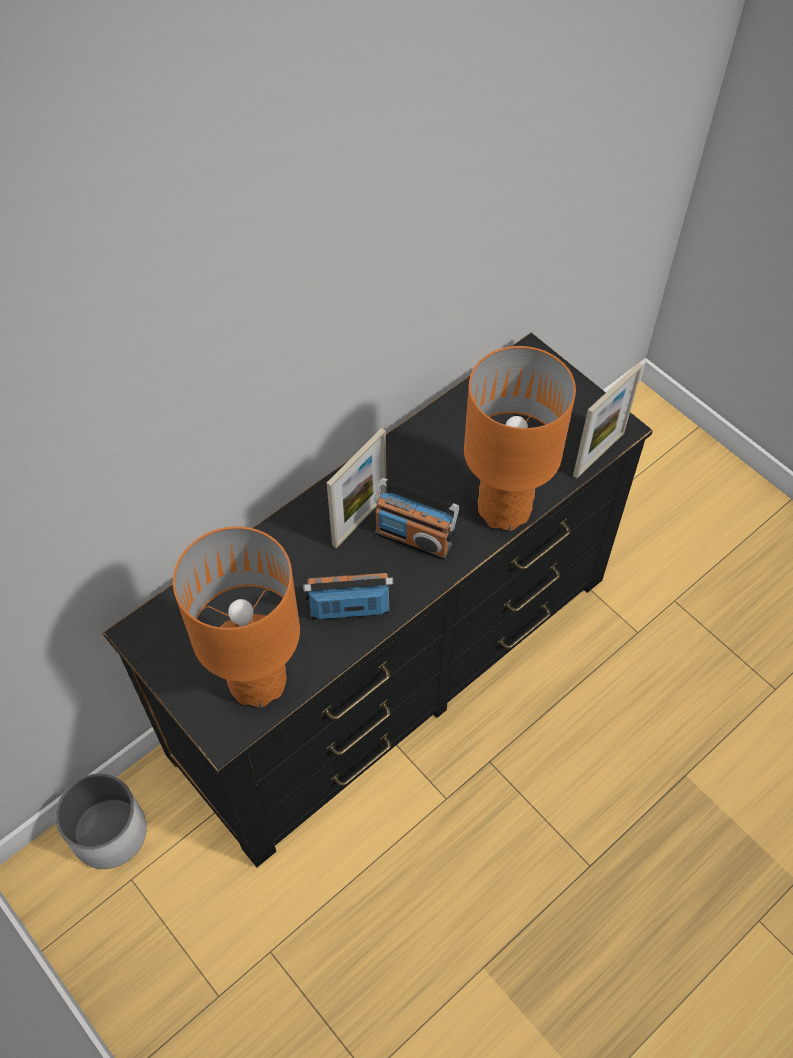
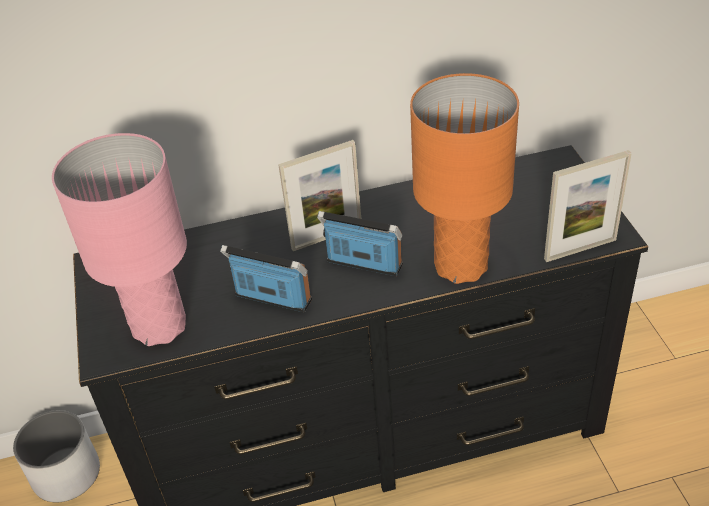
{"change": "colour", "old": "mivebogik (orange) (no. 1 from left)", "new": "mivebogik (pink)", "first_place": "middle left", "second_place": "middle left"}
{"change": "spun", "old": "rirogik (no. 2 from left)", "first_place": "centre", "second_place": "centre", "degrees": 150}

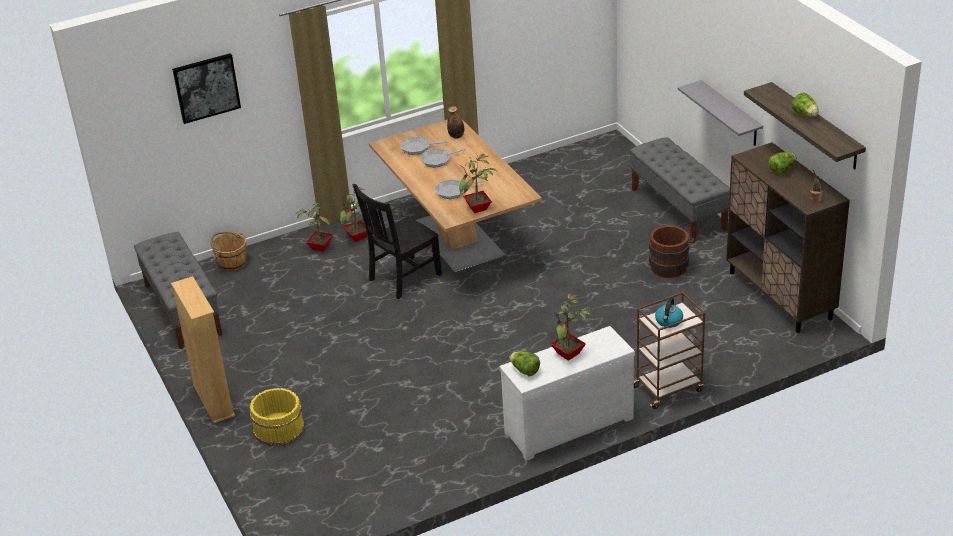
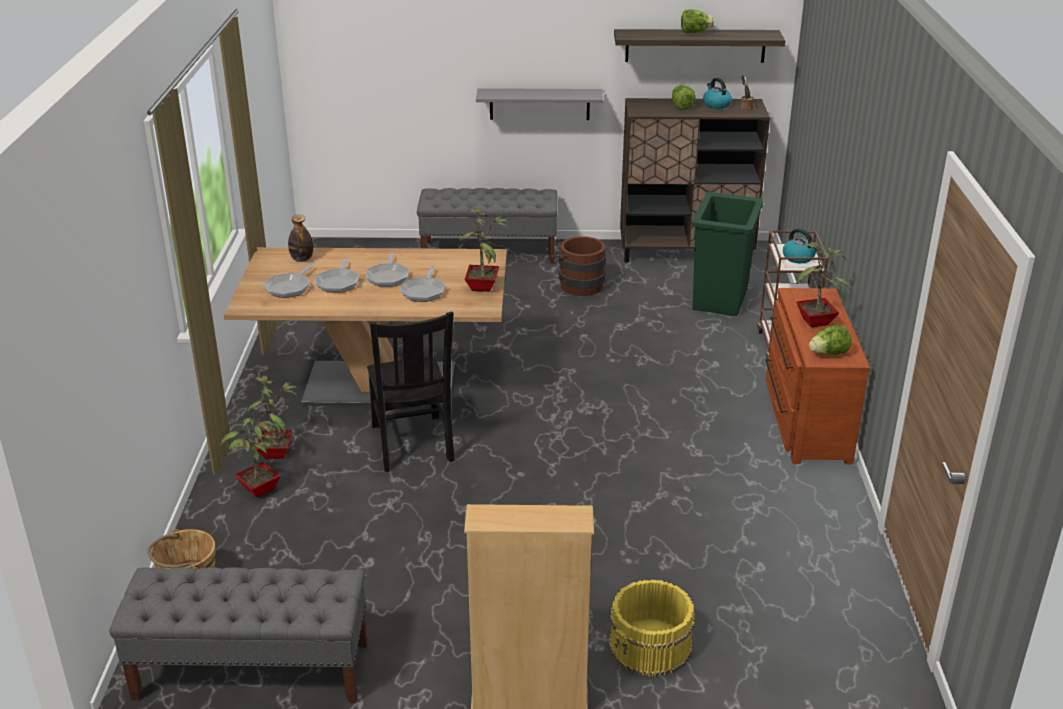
{"change": "appeared", "new": "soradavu (no. 3 from left)", "second_place": "centre"}
{"change": "appeared", "new": "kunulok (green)", "second_place": "middle right"}
{"change": "appeared", "new": "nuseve (no. 1 from left)", "second_place": "top right"}
{"change": "colour", "old": "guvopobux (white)", "new": "guvopobux (brown)", "first_place": "bottom centre", "second_place": "middle right"}
{"change": "missing", "old": "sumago", "first_place": "top left"}

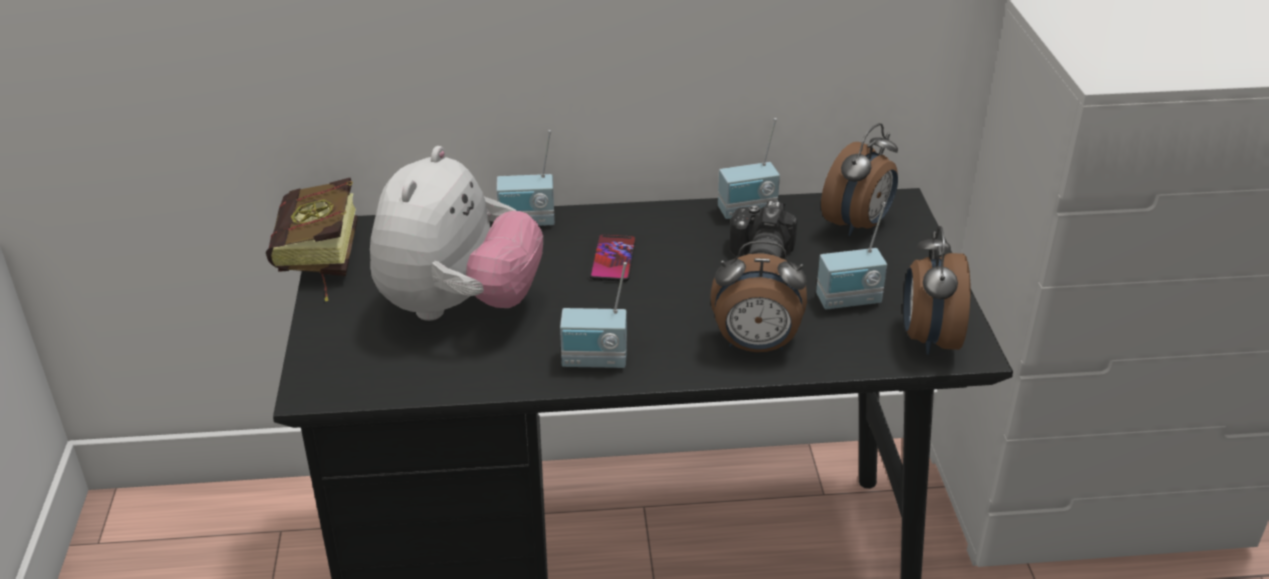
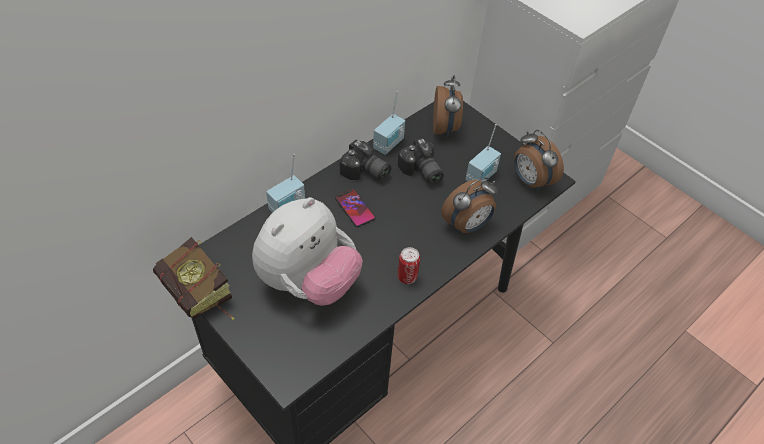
{"change": "spun", "old": "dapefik", "first_place": "centre", "second_place": "centre", "degrees": 60}
{"change": "appeared", "new": "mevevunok (no. 1 from left)", "second_place": "centre"}
{"change": "exchanged", "old": "rirogik (no. 2 from left)", "new": "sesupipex", "first_place": "centre", "second_place": "centre"}

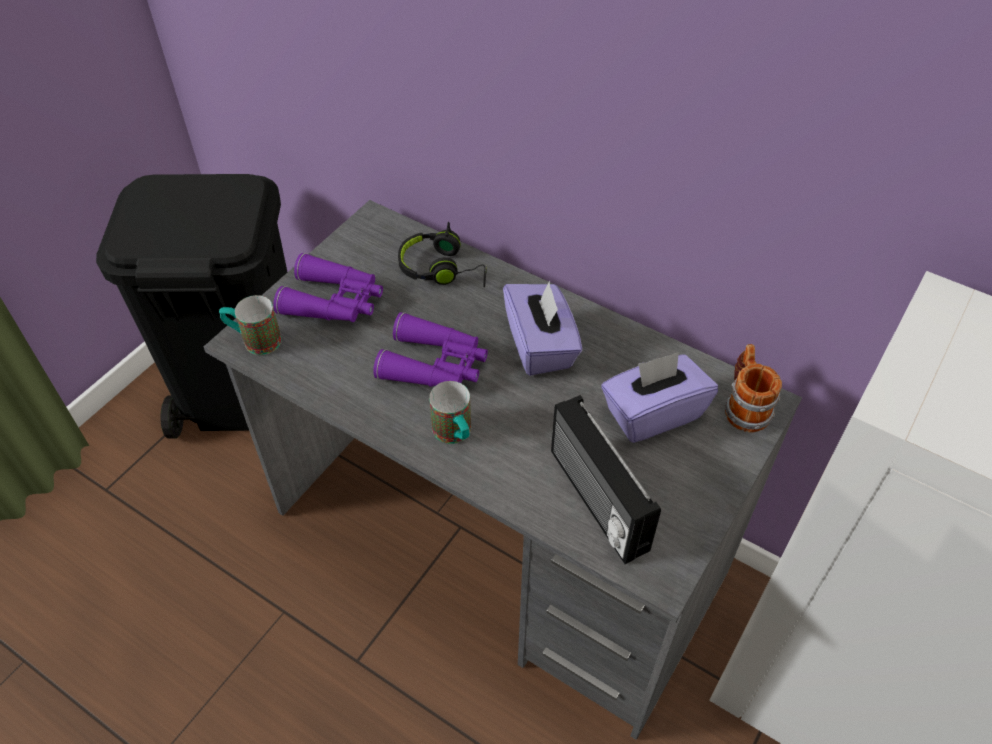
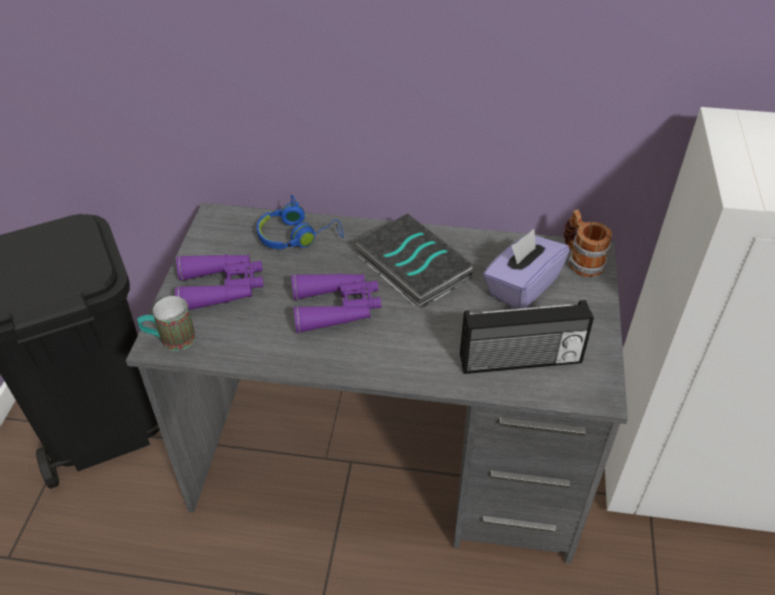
{"change": "colour", "old": "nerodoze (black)", "new": "nerodoze (blue)", "first_place": "centre", "second_place": "centre"}
{"change": "exchanged", "old": "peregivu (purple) (no. 1 from left)", "new": "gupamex", "first_place": "centre", "second_place": "centre"}
{"change": "spun", "old": "rirogik", "first_place": "centre", "second_place": "middle right", "degrees": -45}
{"change": "missing", "old": "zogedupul (no. 2 from left)", "first_place": "centre"}

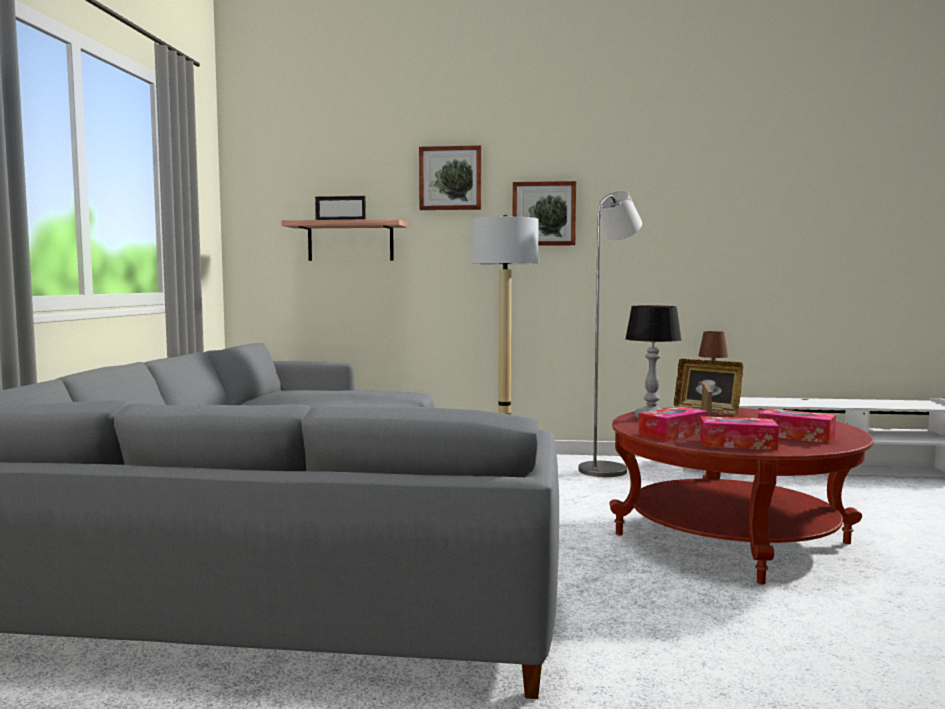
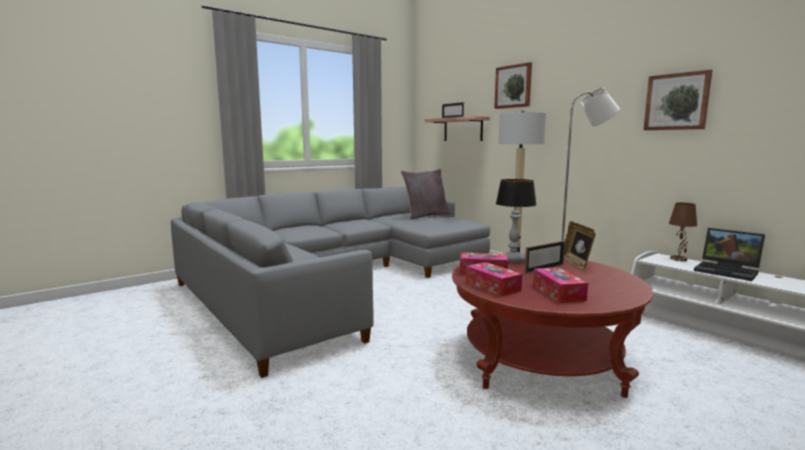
{"change": "appeared", "new": "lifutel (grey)", "second_place": "centre"}
{"change": "relocated", "old": "sumago (no. 2 from left)", "first_place": "top centre", "second_place": "top right"}
{"change": "appeared", "new": "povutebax", "second_place": "middle right"}

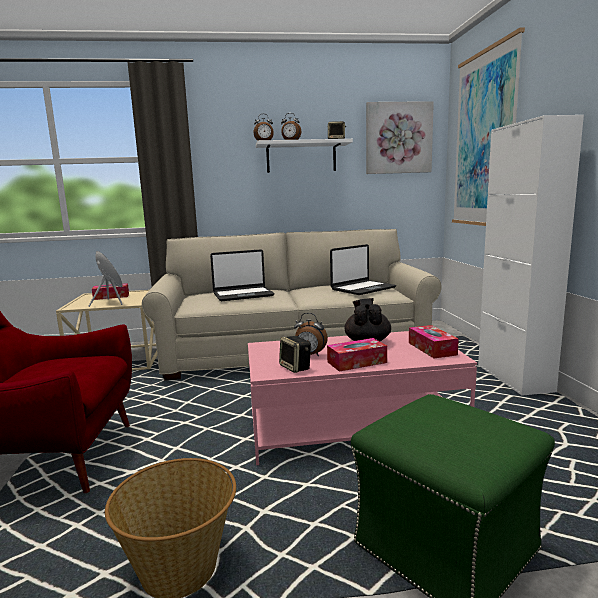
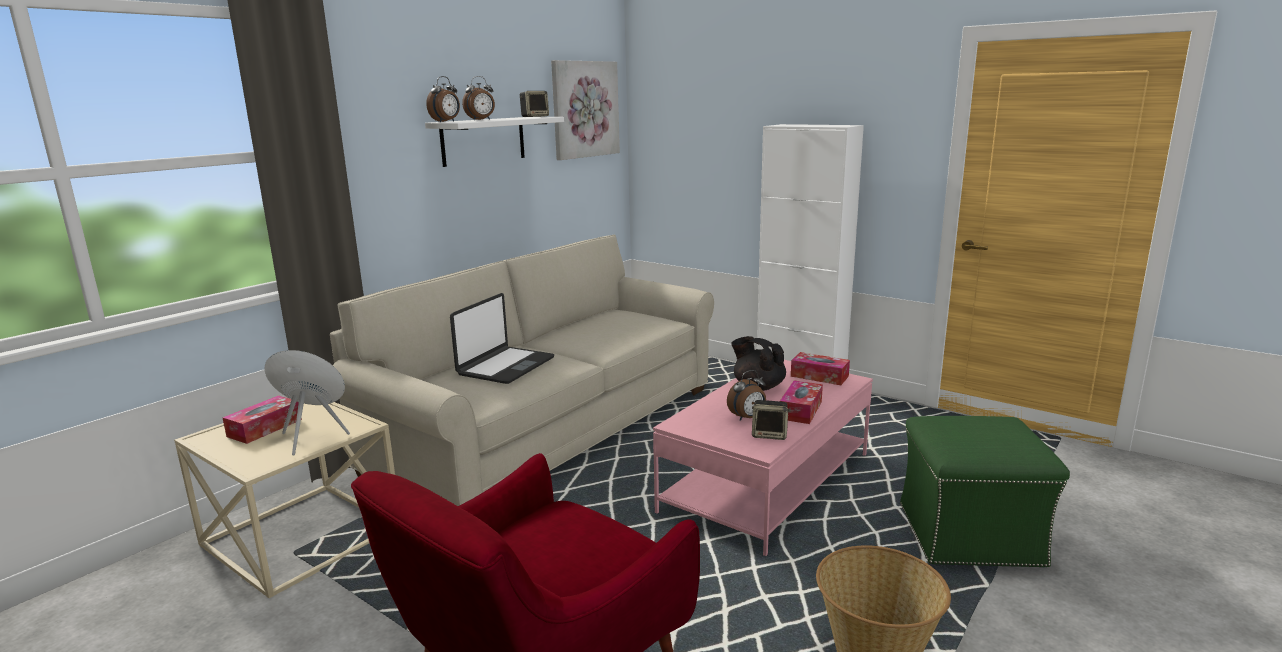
{"change": "missing", "old": "povutebax (no. 2 from left)", "first_place": "centre"}
{"change": "missing", "old": "sumago (no. 2 from left)", "first_place": "top right"}

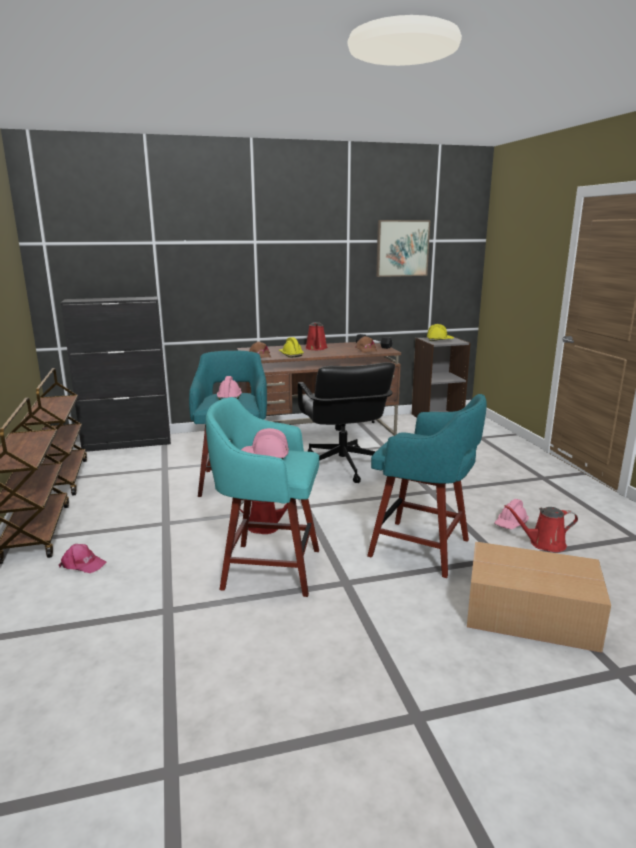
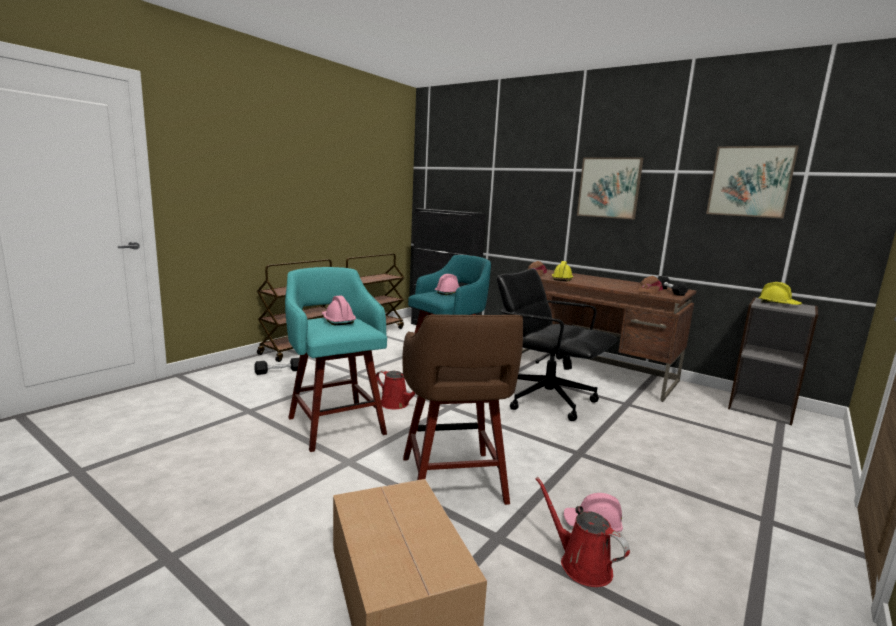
{"change": "exchanged", "old": "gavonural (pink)", "new": "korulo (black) (no. 1 from left)", "first_place": "middle left", "second_place": "middle left"}
{"change": "colour", "old": "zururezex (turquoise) (no. 3 from left)", "new": "zururezex (brown)", "first_place": "middle right", "second_place": "centre"}
{"change": "spun", "old": "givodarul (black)", "first_place": "centre", "second_place": "centre", "degrees": 90}
{"change": "appeared", "new": "sumago (no. 1 from left)", "second_place": "top right"}
{"change": "missing", "old": "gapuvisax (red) (no. 2 from left)", "first_place": "centre"}

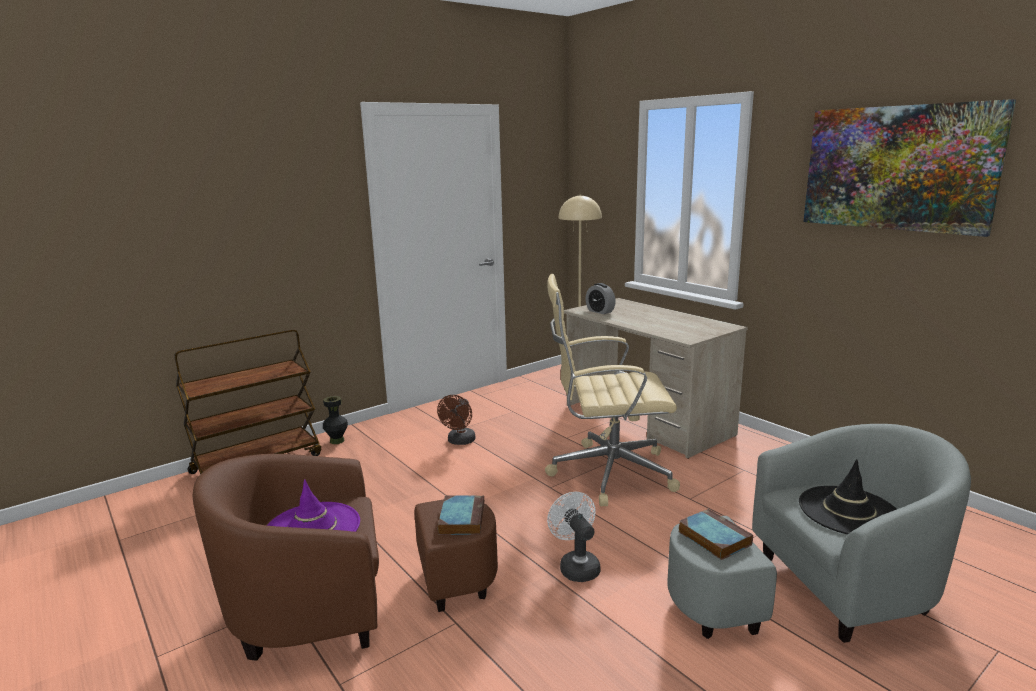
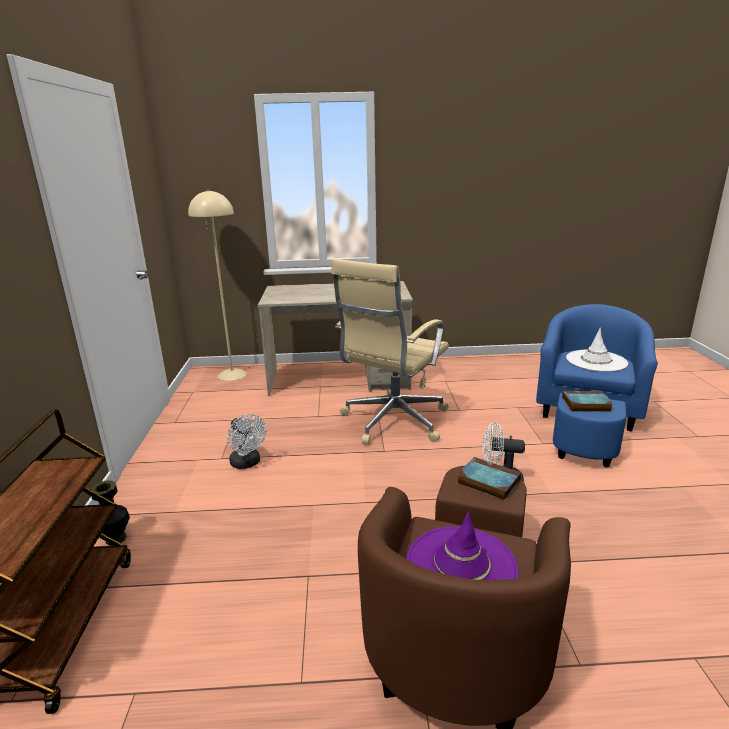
{"change": "colour", "old": "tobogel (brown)", "new": "tobogel (white) (no. 1 from left)", "first_place": "centre", "second_place": "centre"}
{"change": "colour", "old": "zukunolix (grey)", "new": "zukunolix (blue)", "first_place": "bottom right", "second_place": "middle right"}
{"change": "colour", "old": "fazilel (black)", "new": "fazilel (white)", "first_place": "bottom right", "second_place": "middle right"}
{"change": "missing", "old": "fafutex", "first_place": "centre"}
{"change": "missing", "old": "sumago", "first_place": "top right"}

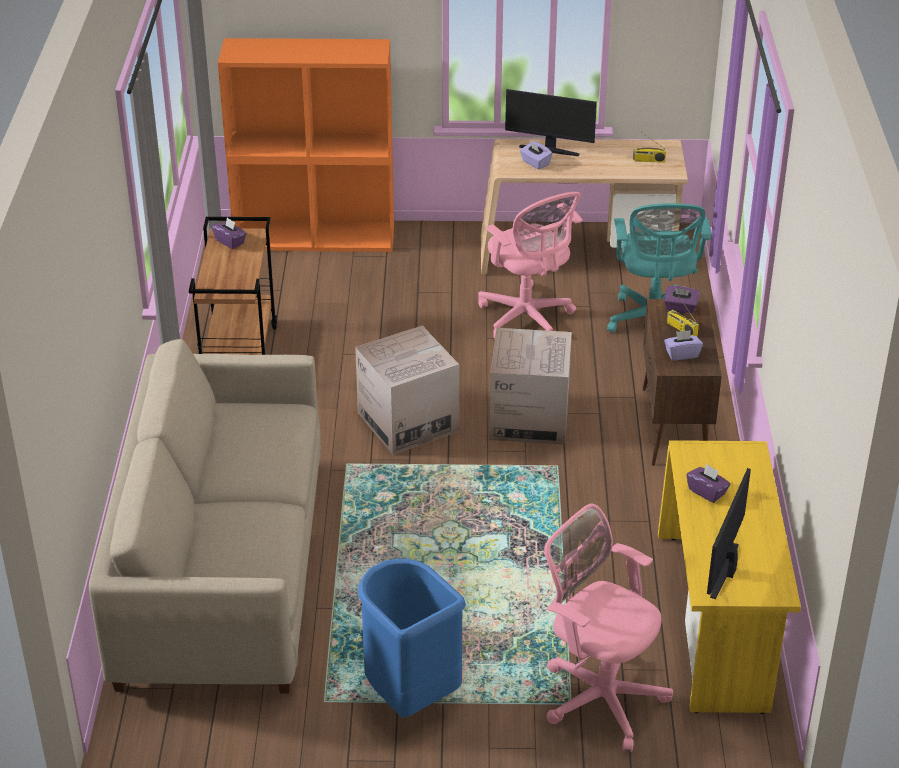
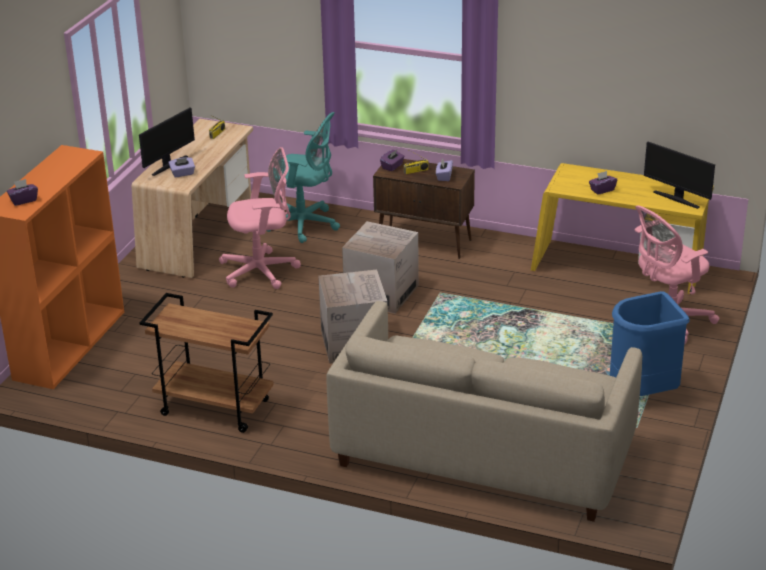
{"change": "relocated", "old": "peregivu (purple) (no. 1 from left)", "first_place": "top left", "second_place": "middle left"}

